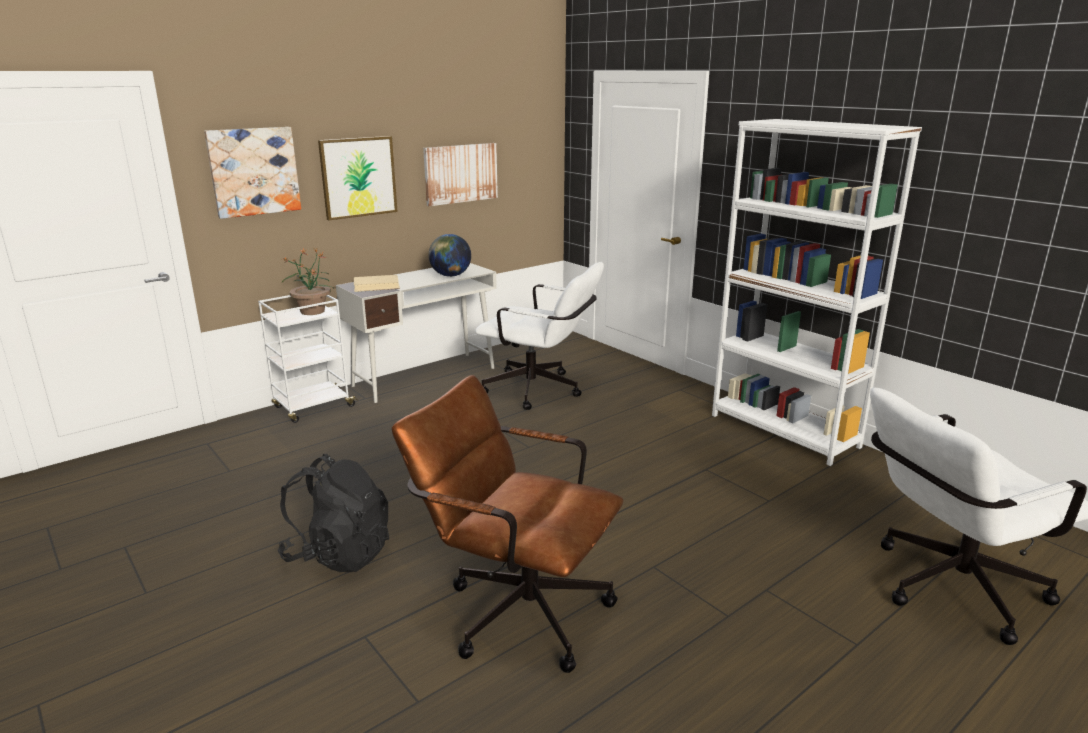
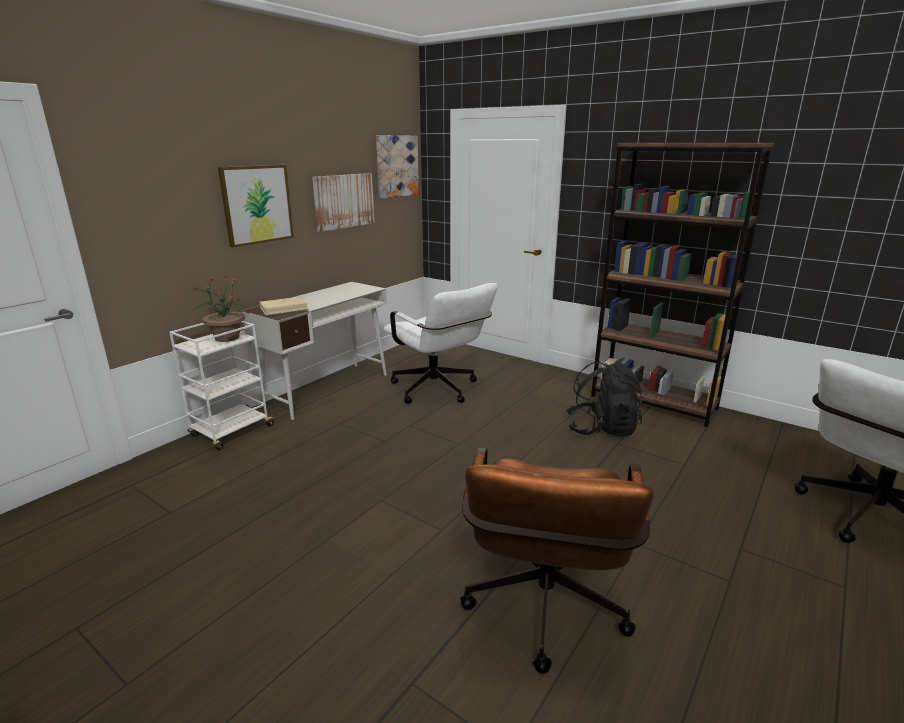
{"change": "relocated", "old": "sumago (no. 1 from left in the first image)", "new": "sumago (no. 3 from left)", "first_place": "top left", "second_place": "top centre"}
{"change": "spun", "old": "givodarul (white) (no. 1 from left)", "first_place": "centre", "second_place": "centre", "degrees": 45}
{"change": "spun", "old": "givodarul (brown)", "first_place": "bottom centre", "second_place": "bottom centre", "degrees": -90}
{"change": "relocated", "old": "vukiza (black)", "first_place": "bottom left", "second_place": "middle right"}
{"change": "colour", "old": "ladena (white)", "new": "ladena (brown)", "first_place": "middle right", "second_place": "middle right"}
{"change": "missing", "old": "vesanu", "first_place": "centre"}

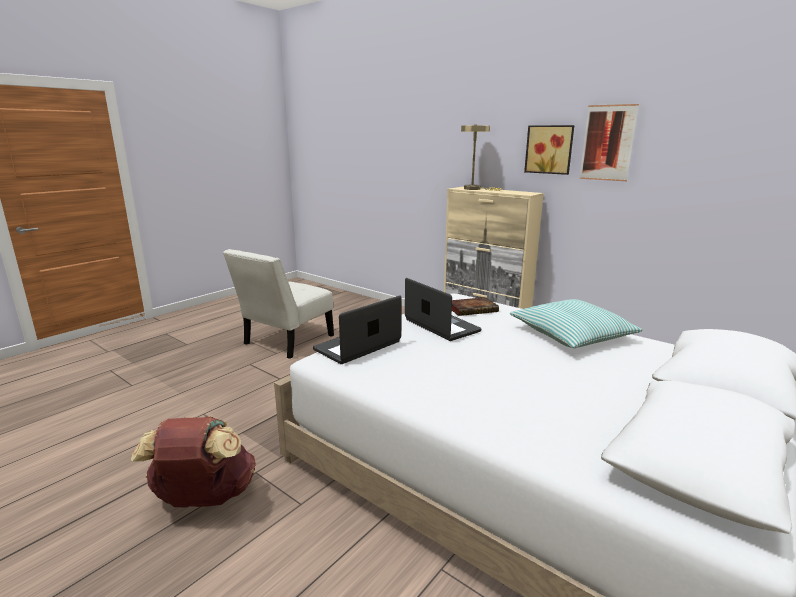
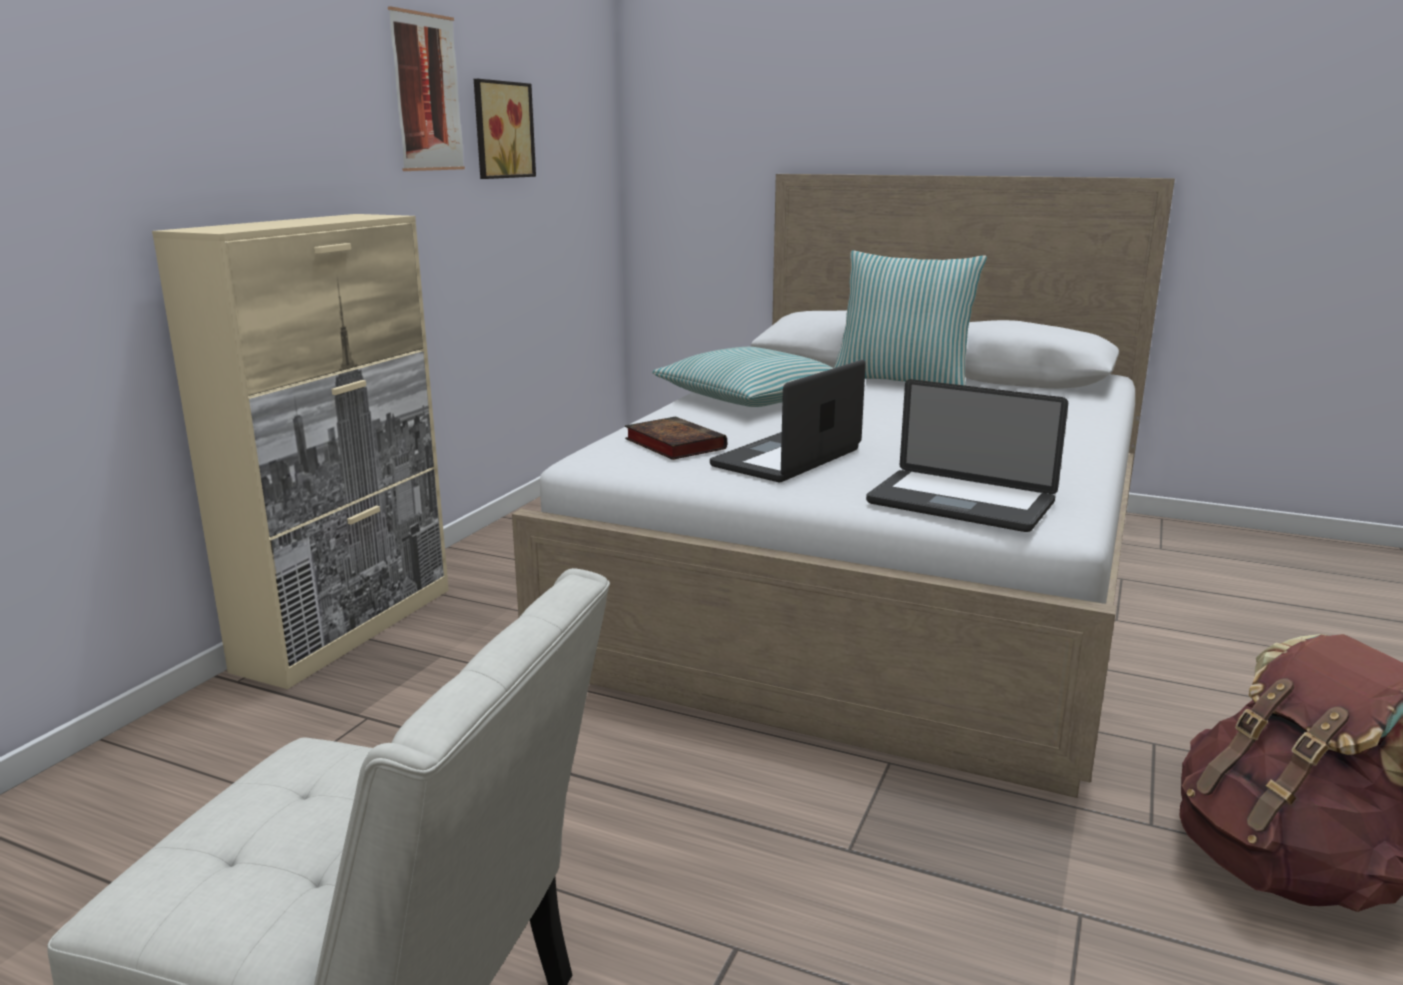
{"change": "relocated", "old": "sumago (no. 1 from left in the first image)", "new": "sumago (no. 2 from left)", "first_place": "top right", "second_place": "top centre"}
{"change": "appeared", "new": "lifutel (no. 2 from left)", "second_place": "top centre"}
{"change": "missing", "old": "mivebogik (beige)", "first_place": "top centre"}

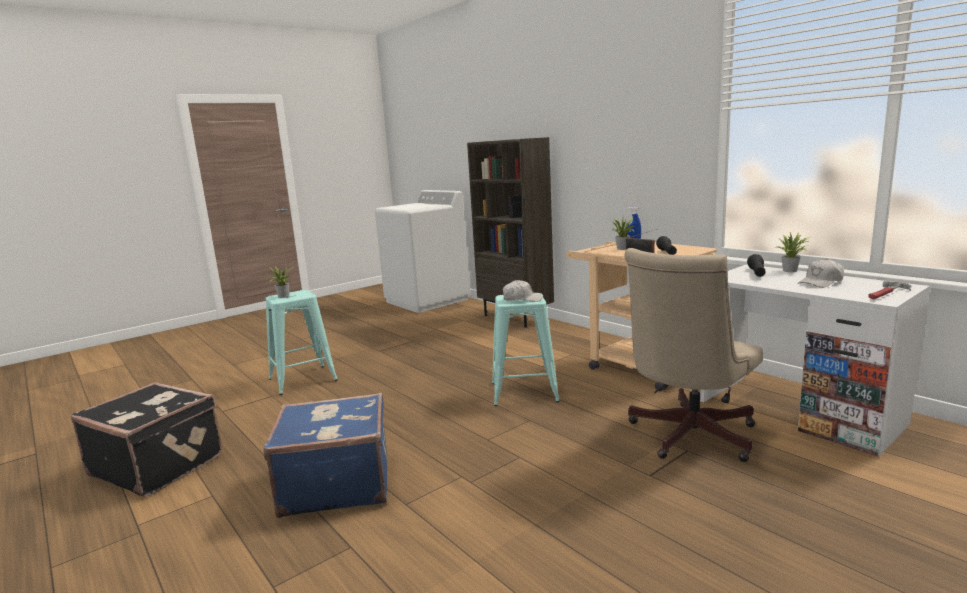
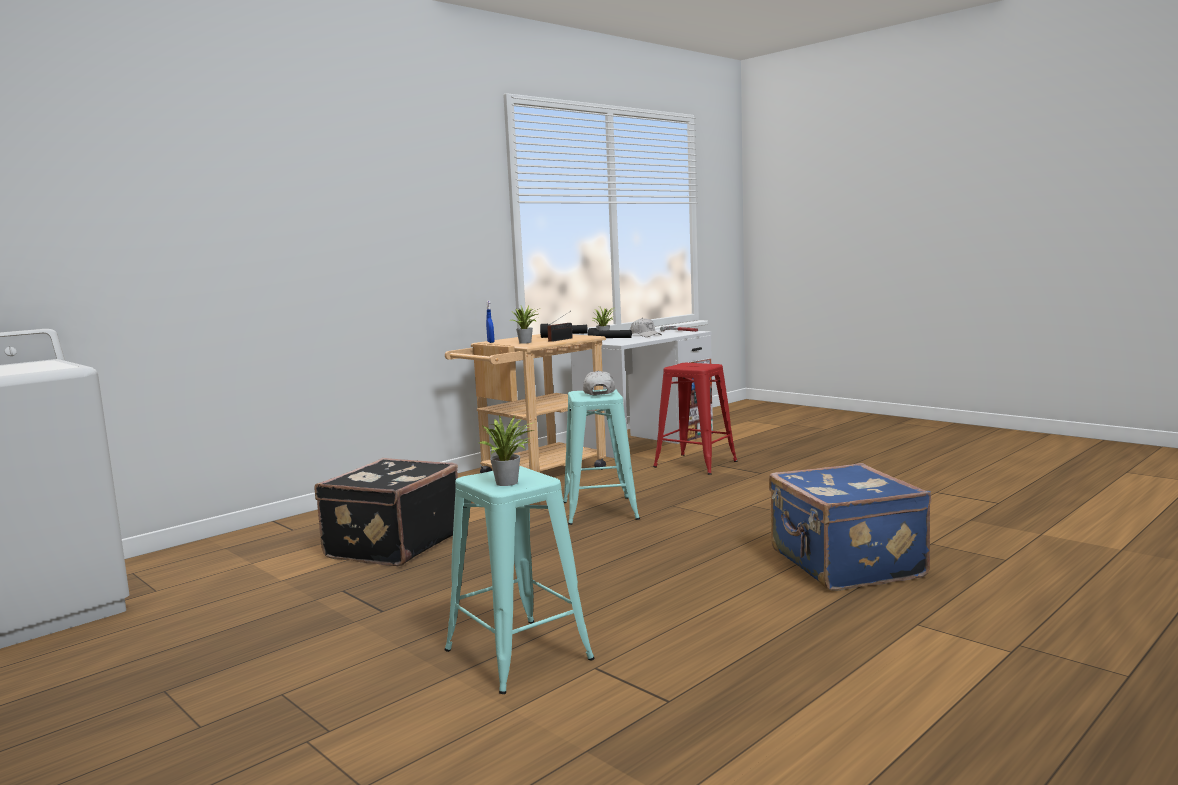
{"change": "relocated", "old": "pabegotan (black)", "first_place": "bottom left", "second_place": "middle left"}
{"change": "exchanged", "old": "givodarul (beige)", "new": "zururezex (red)", "first_place": "middle right", "second_place": "centre"}
{"change": "missing", "old": "ladena (brown)", "first_place": "centre"}

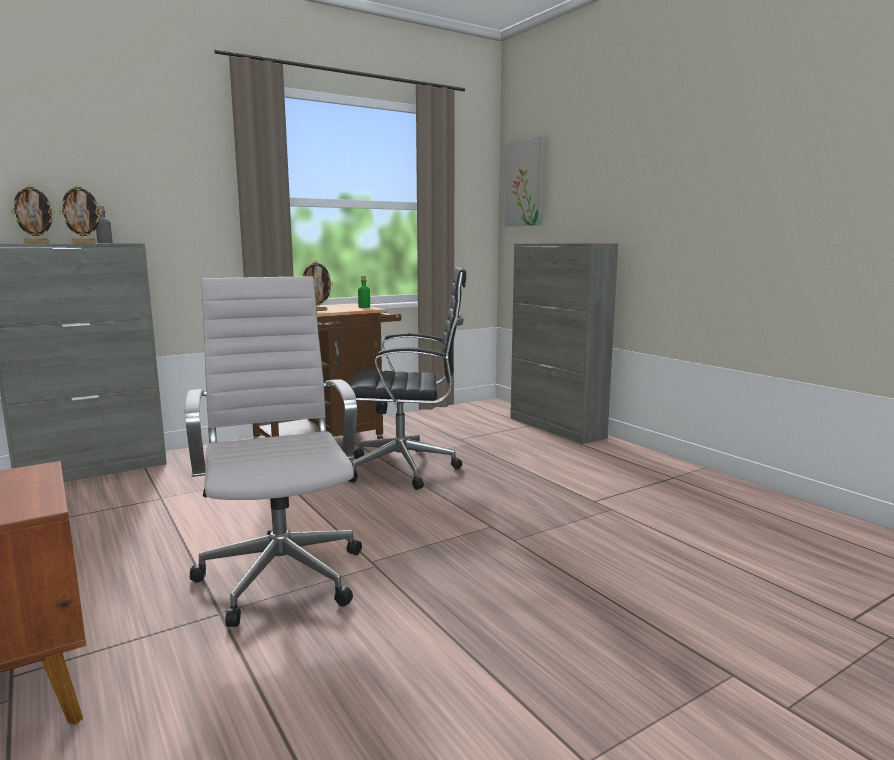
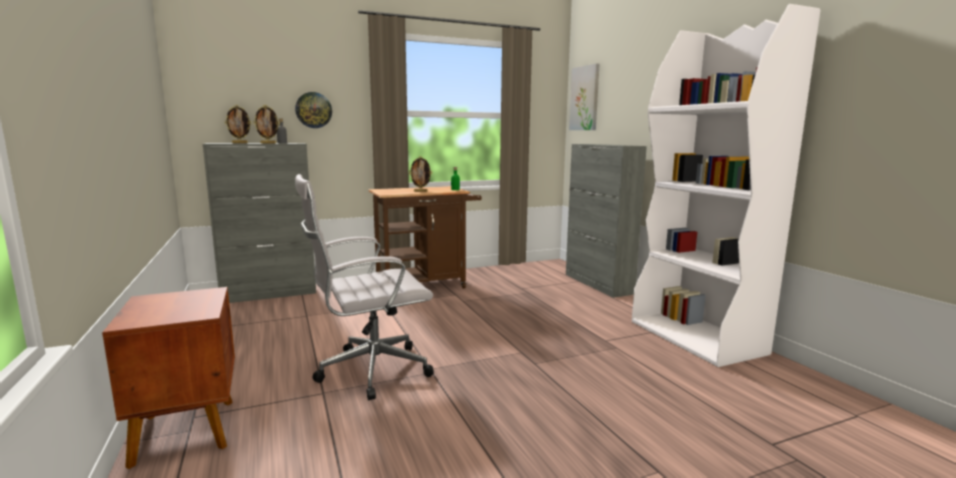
{"change": "appeared", "new": "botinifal", "second_place": "top left"}
{"change": "spun", "old": "givodarul (white)", "first_place": "middle left", "second_place": "centre", "degrees": -105}
{"change": "appeared", "new": "ladena (white)", "second_place": "middle right"}
{"change": "missing", "old": "givodarul (black)", "first_place": "centre"}

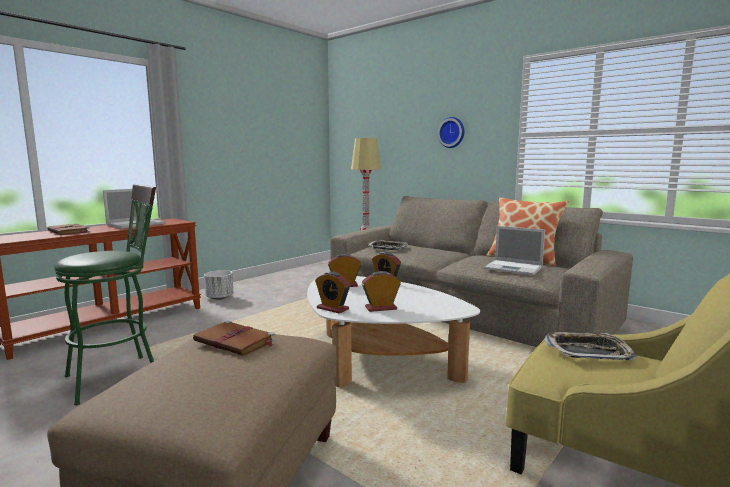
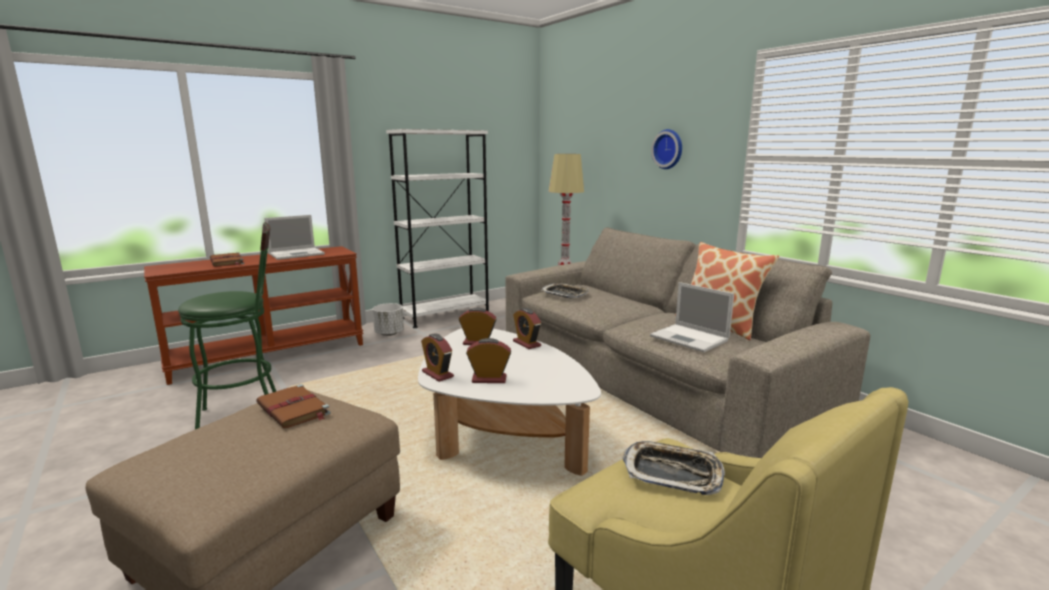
{"change": "appeared", "new": "ladena (white)", "second_place": "centre"}

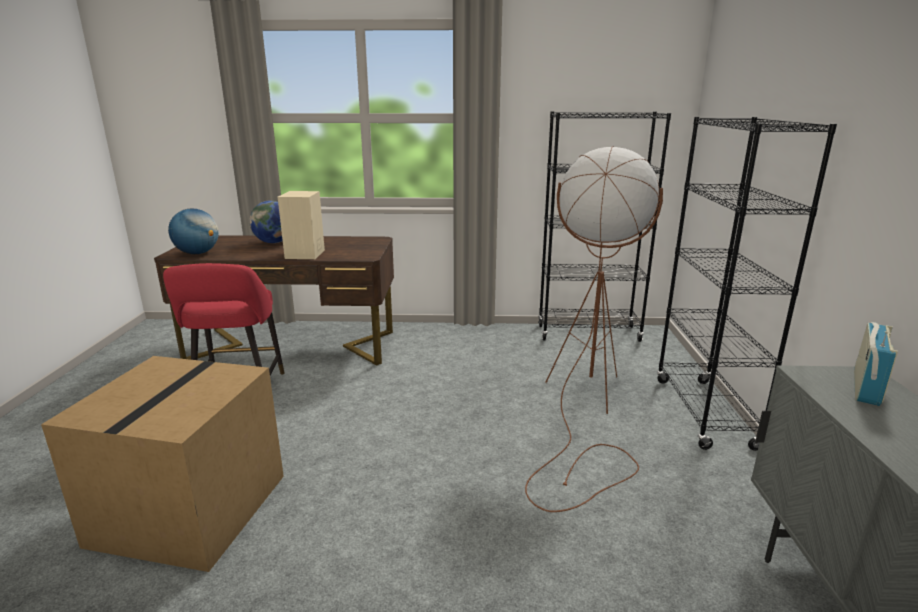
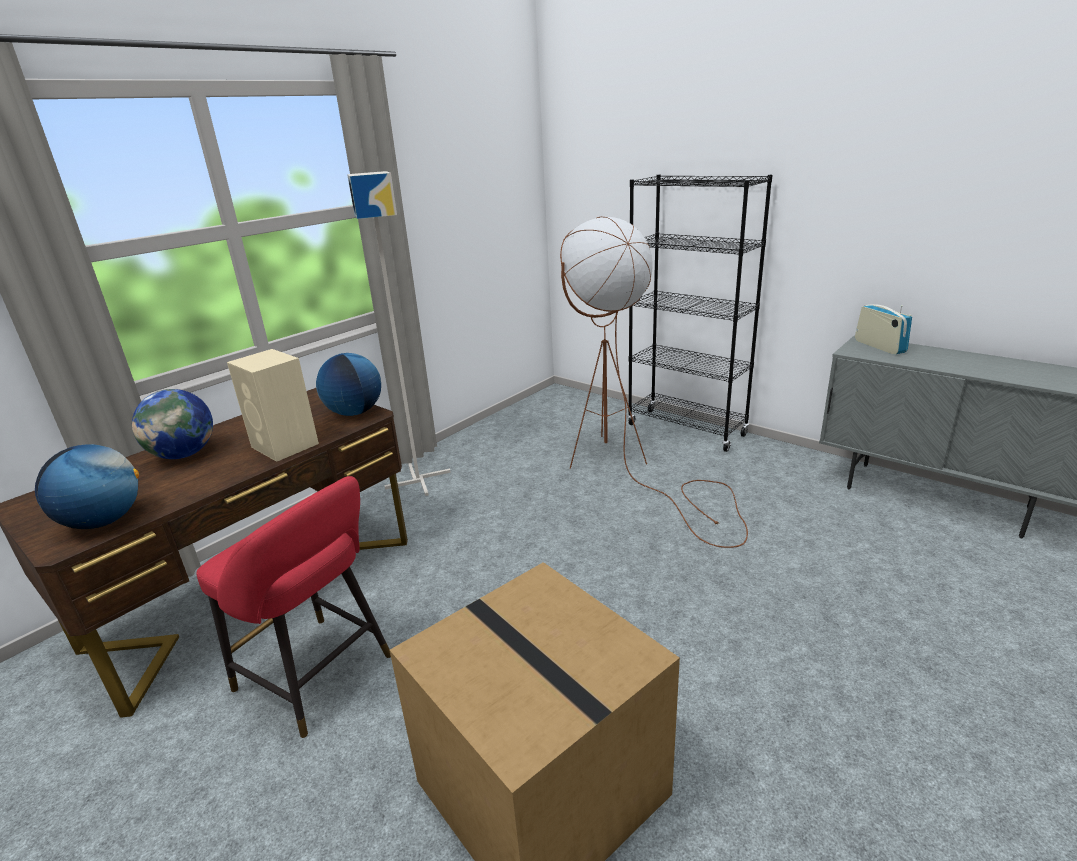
{"change": "appeared", "new": "vesanu (no. 3 from left)", "second_place": "middle left"}
{"change": "appeared", "new": "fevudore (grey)", "second_place": "centre"}
{"change": "missing", "old": "ladena (black) (no. 1 from left)", "first_place": "centre"}

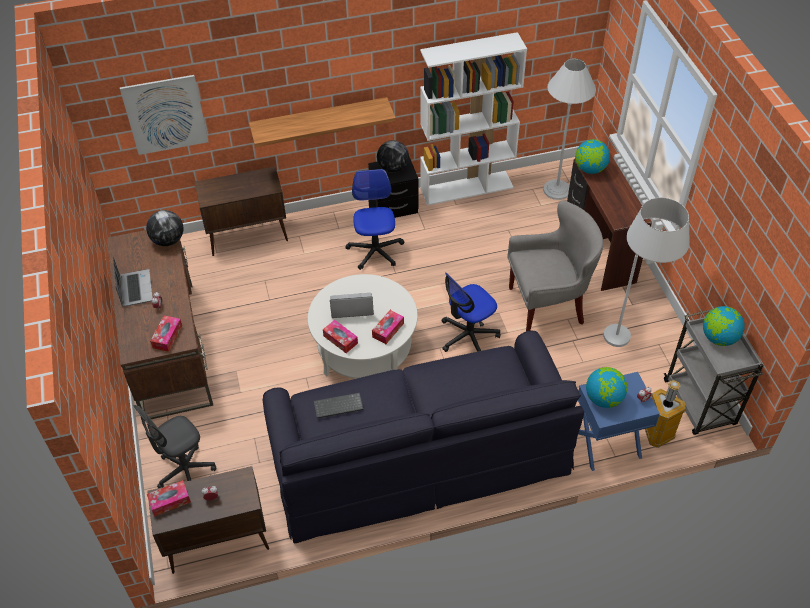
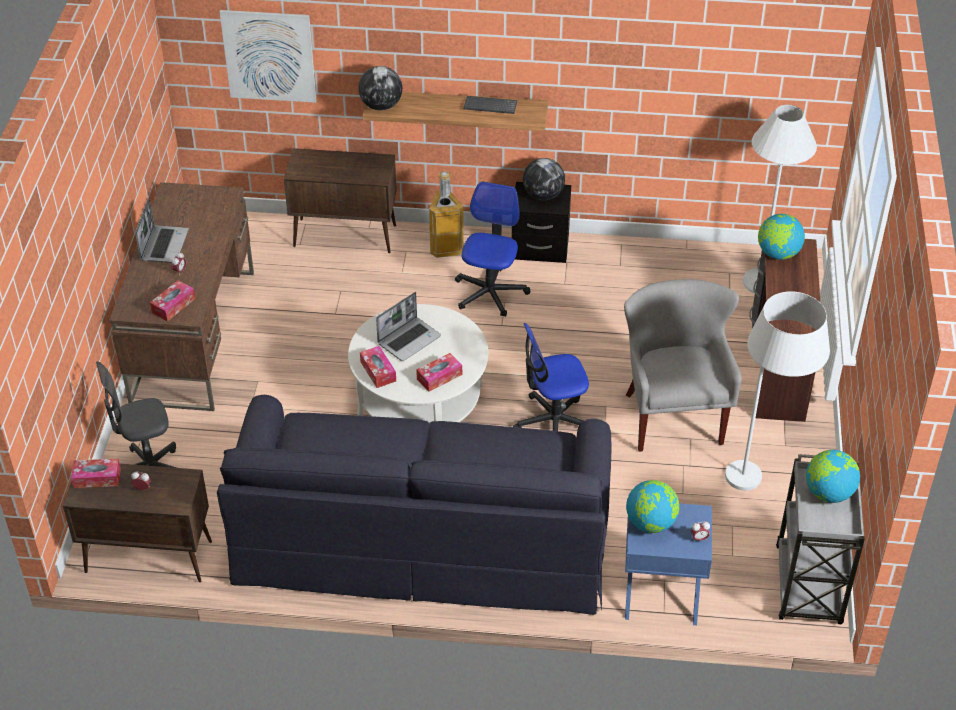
{"change": "relocated", "old": "vesanu (no. 1 from left)", "first_place": "middle left", "second_place": "top centre"}
{"change": "spun", "old": "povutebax (no. 2 from left)", "first_place": "centre", "second_place": "centre", "degrees": 120}
{"change": "relocated", "old": "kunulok", "first_place": "bottom right", "second_place": "top centre"}
{"change": "relocated", "old": "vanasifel", "first_place": "centre", "second_place": "top centre"}
{"change": "spun", "old": "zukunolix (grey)", "first_place": "middle right", "second_place": "middle right", "degrees": -105}
{"change": "missing", "old": "ladena (white)", "first_place": "top centre"}

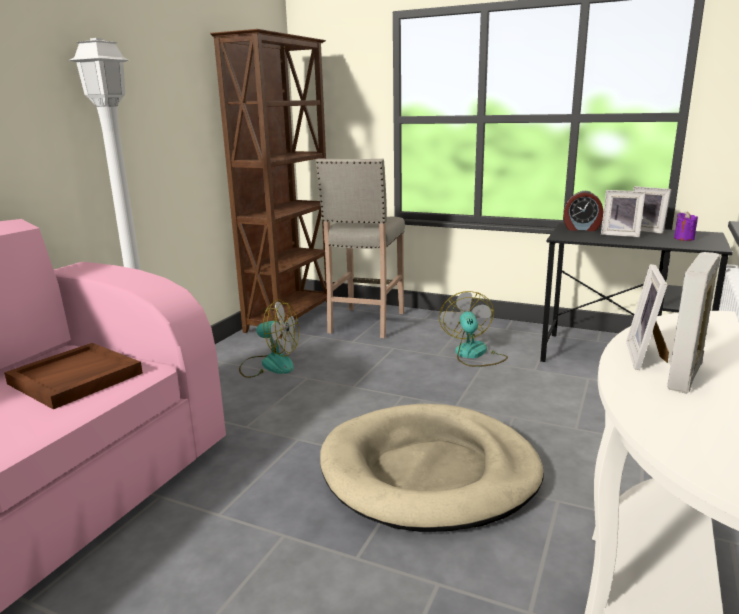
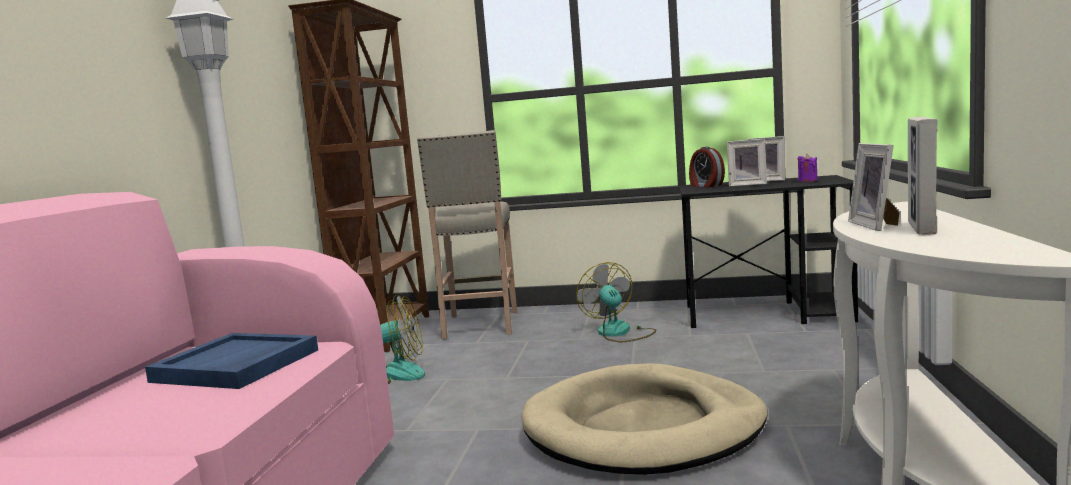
{"change": "colour", "old": "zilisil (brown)", "new": "zilisil (blue)", "first_place": "middle left", "second_place": "bottom left"}
{"change": "spun", "old": "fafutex", "first_place": "middle right", "second_place": "centre", "degrees": 60}

